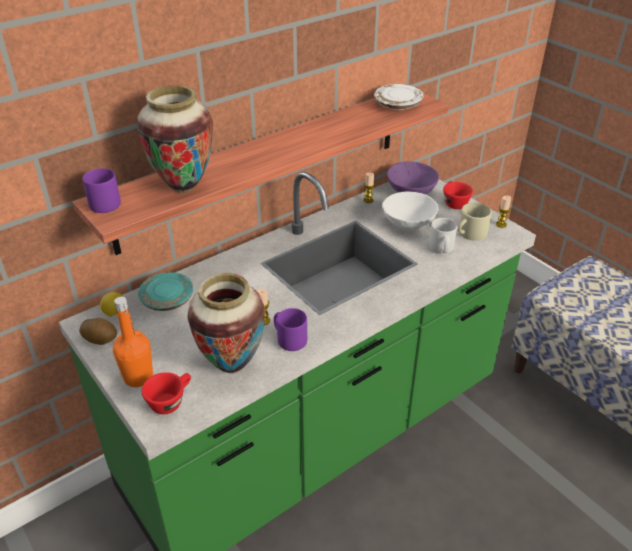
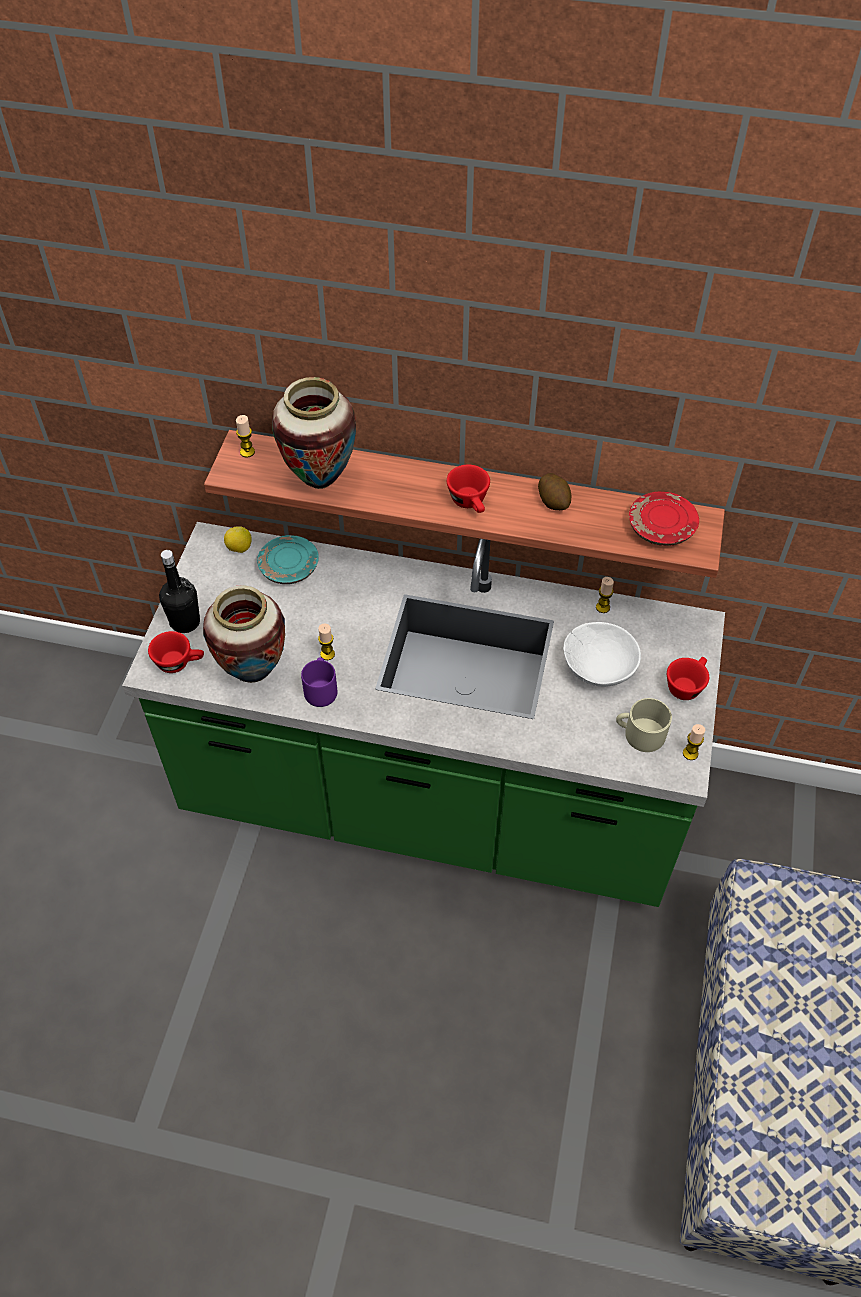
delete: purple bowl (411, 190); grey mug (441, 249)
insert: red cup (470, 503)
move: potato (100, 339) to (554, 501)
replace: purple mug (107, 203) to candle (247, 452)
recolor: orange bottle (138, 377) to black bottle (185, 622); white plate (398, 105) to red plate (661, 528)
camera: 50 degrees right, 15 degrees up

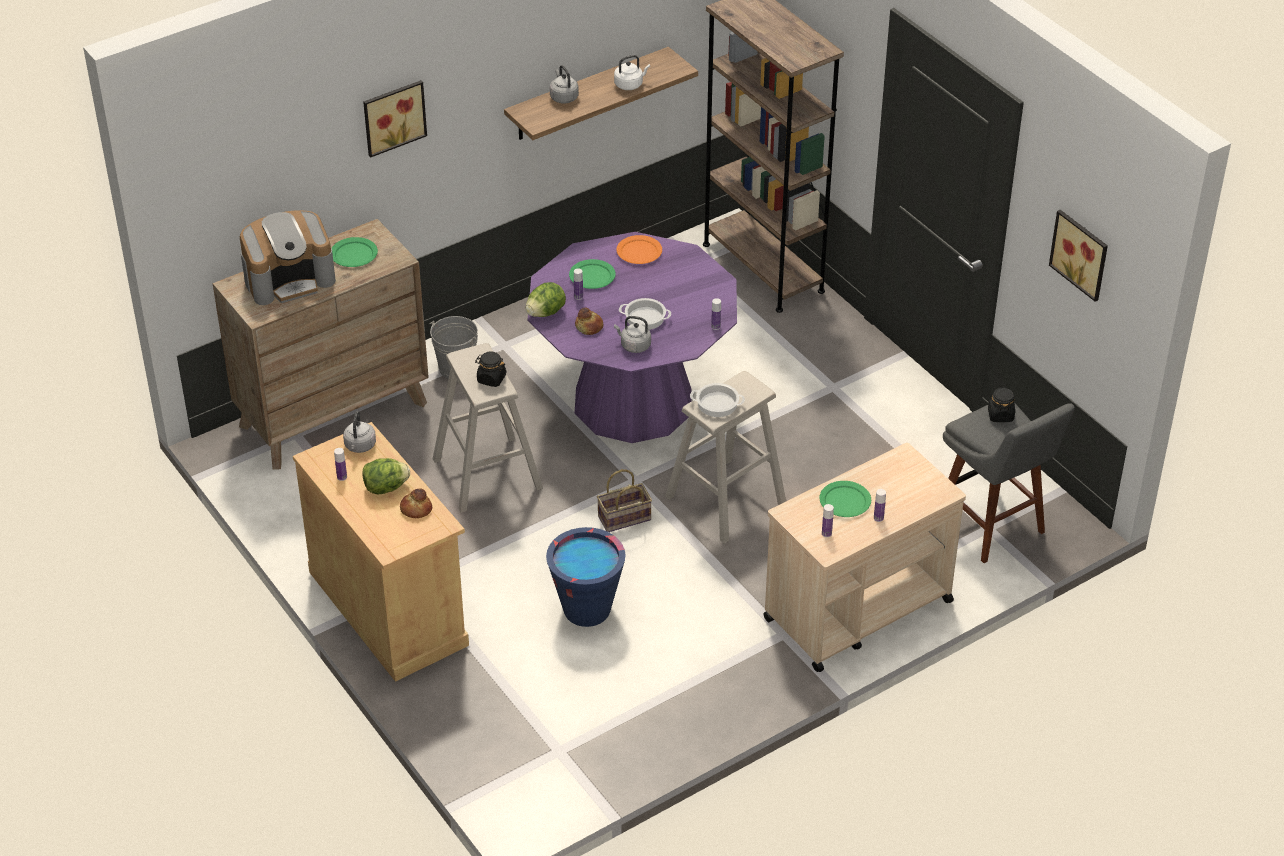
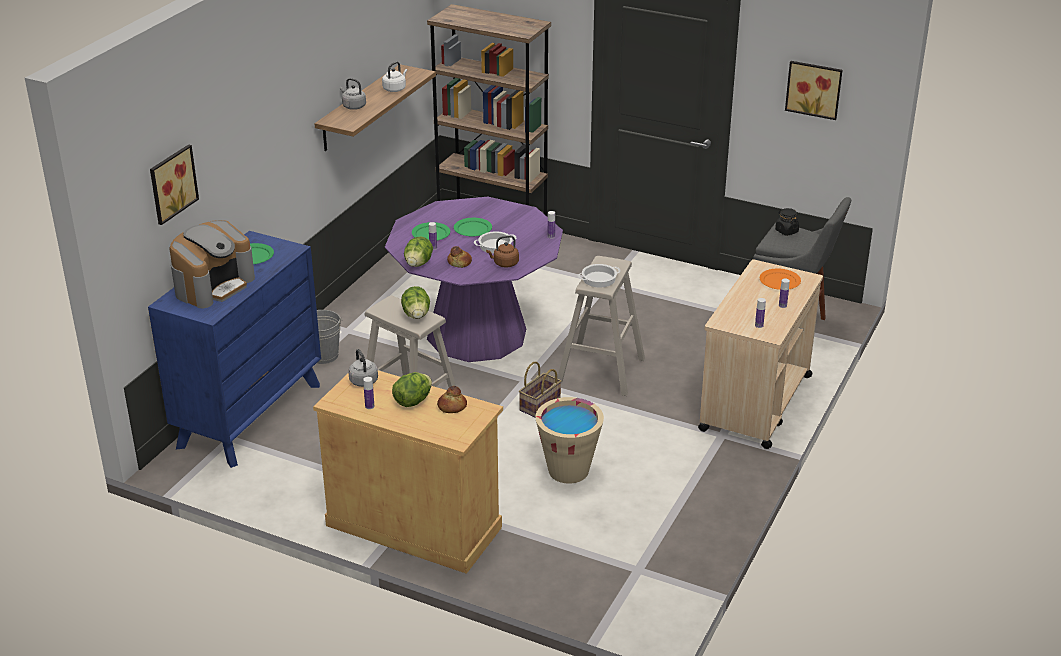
move: picture (393, 116) to (171, 183); orange plate (639, 252) to (779, 281); green plate (845, 501) to (473, 229)
replace: black jar (491, 379) to lettuce (416, 315)
recolor: brown dresser (333, 414) to blue dresser (249, 415); blue bucket (587, 609) to beige bucket (568, 470); grey kettle (634, 346) to brown kettle (504, 264)
camera: 30 degrees left, 10 degrees down

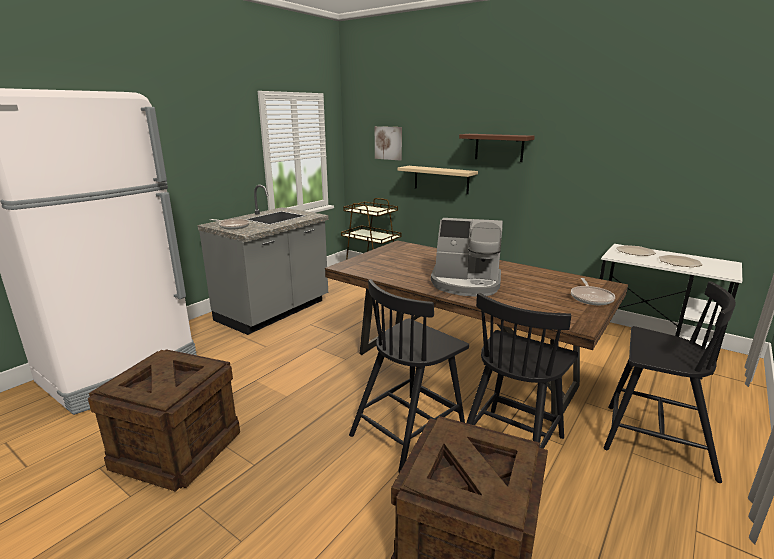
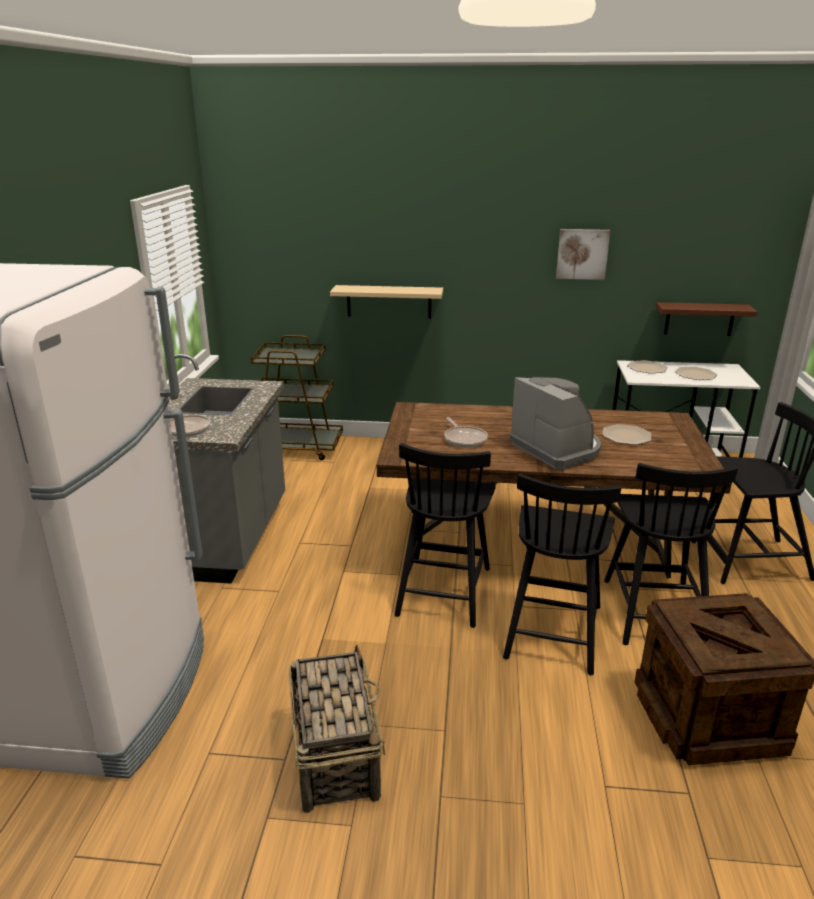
insert: black chair (443, 589); plate (626, 436)
move: picture (388, 143) to (582, 254); brown shelf (499, 147) to (699, 319); frying pan (591, 298) to (464, 439)
replace: crate (176, 449) to basket (335, 754)
rotate: coffee machine (466, 283) = (557, 448) 105 degrees counterclockwise
camera: 30 degrees left, 5 degrees up

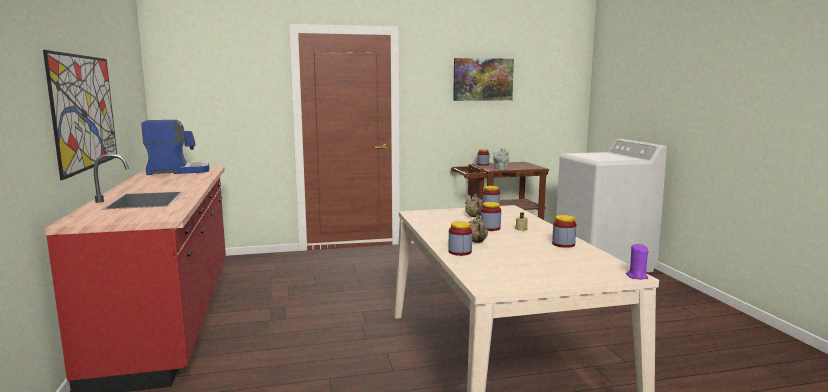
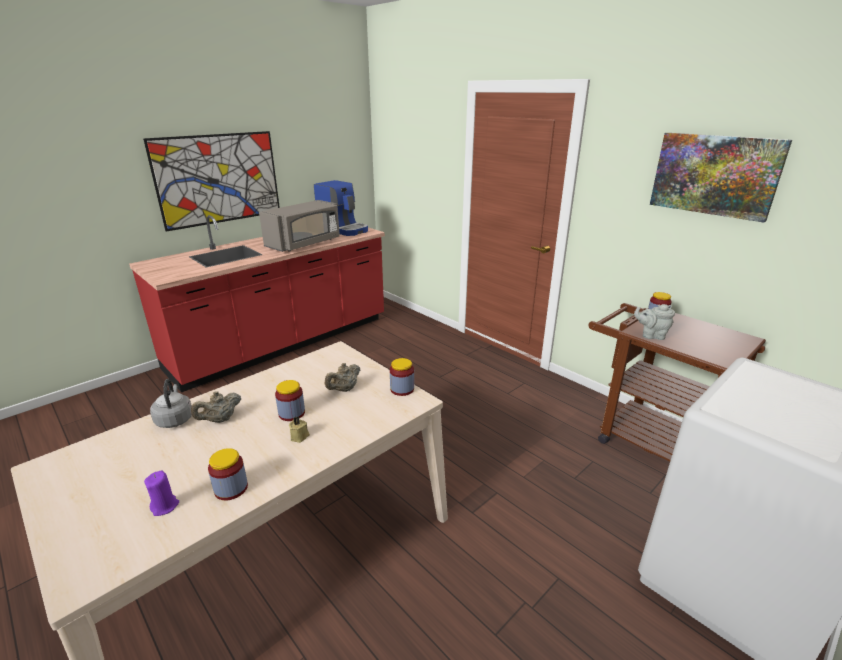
insert: grey microwave (305, 244)
move: purple candle (636, 276) to (165, 506)
replace: jar (460, 252) to grey kettle (175, 419)
camera: 60 degrees right, 15 degrees up

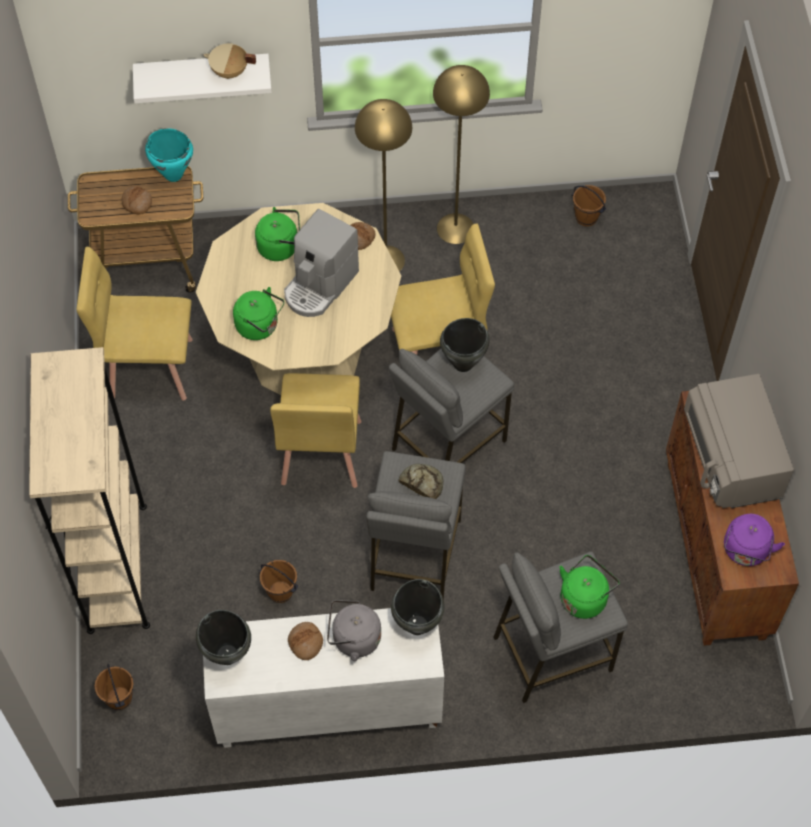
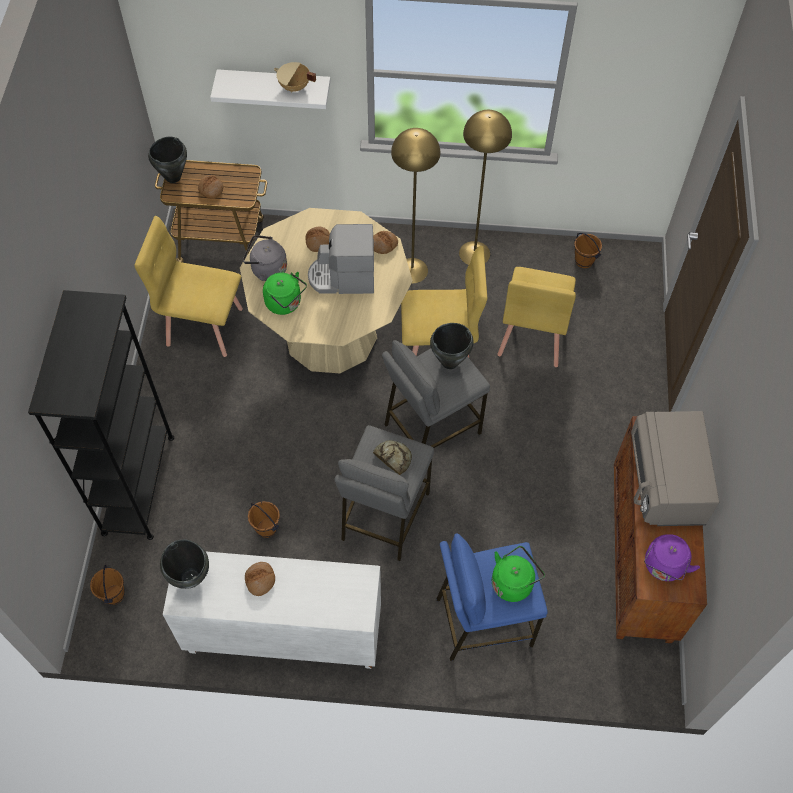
delete: turquoise cooking pot (173, 174)
move: yellow chair (320, 453) to (531, 336); grey kettle (353, 639) to (266, 269); black cooking pot (416, 625) to (172, 177)
replace: green kettle (281, 246) to bread (318, 241)
recolor: beige bookcase (117, 567) to black bookcase (138, 484); grey stool (551, 652) to blue stool (483, 621)
rotate: coffee machine (320, 286) = (343, 278) 45 degrees clockwise
camera: 10 degrees right, 0 degrees up

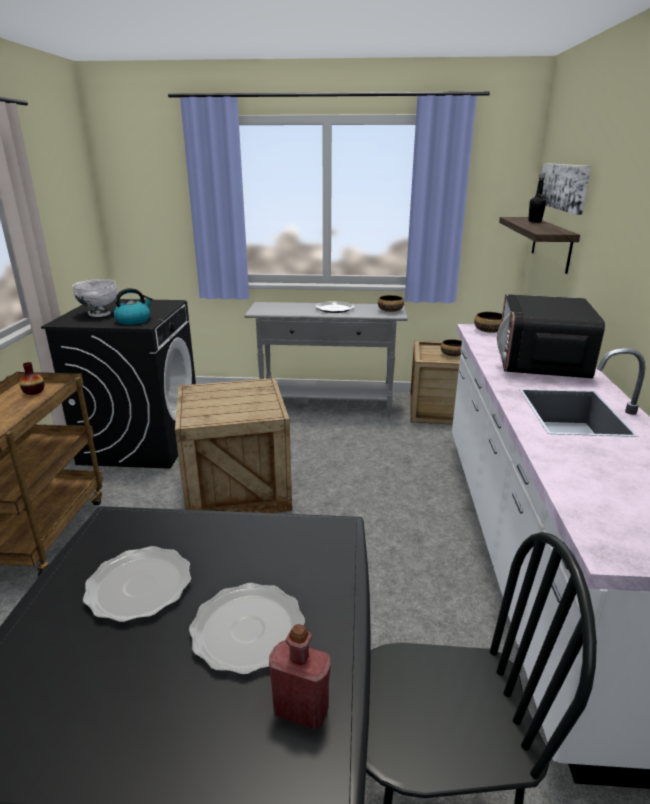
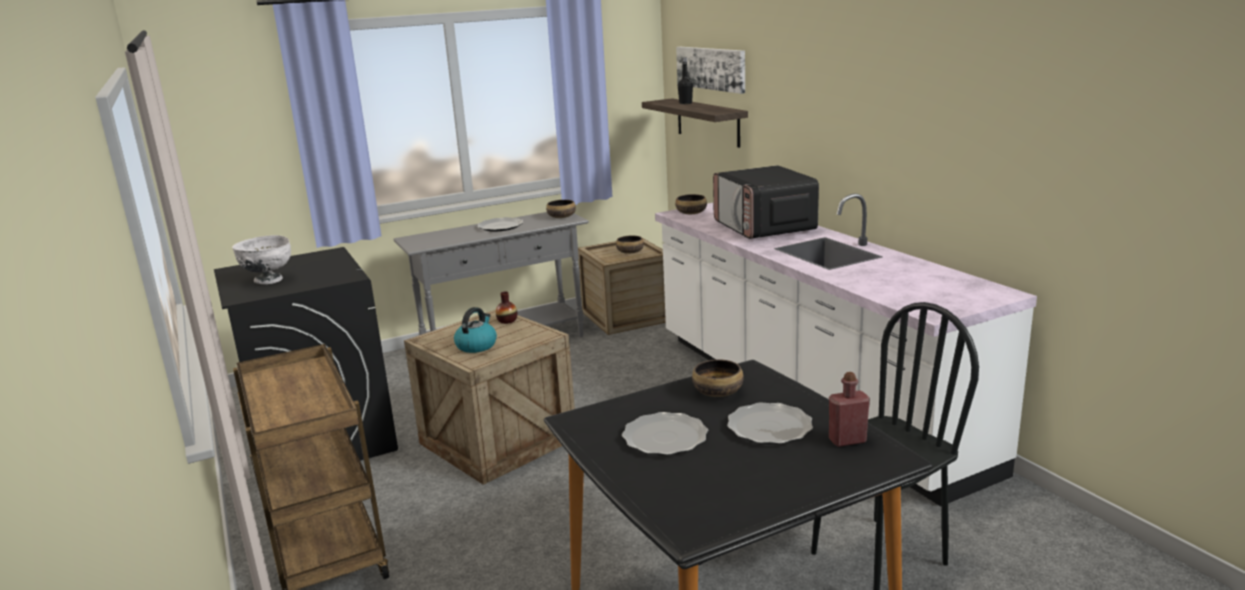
insert: bowl (718, 392)
move: vase (34, 391) to (507, 321); kettle (134, 320) to (476, 345)
camera: 30 degrees left, 5 degrees down

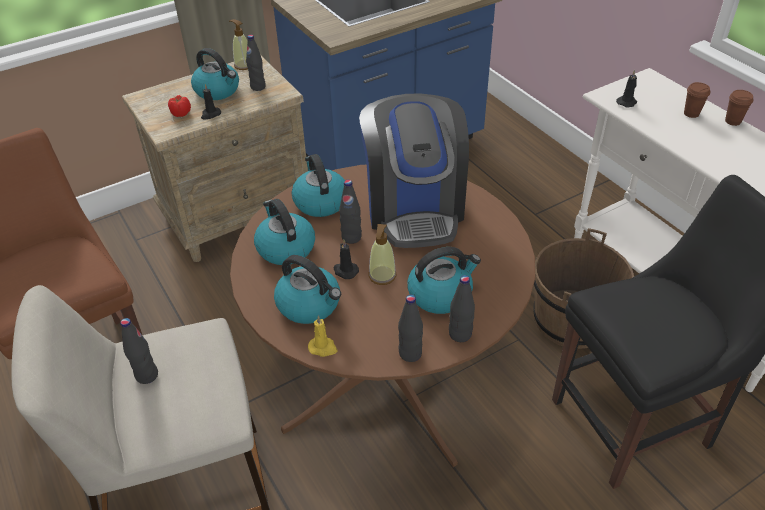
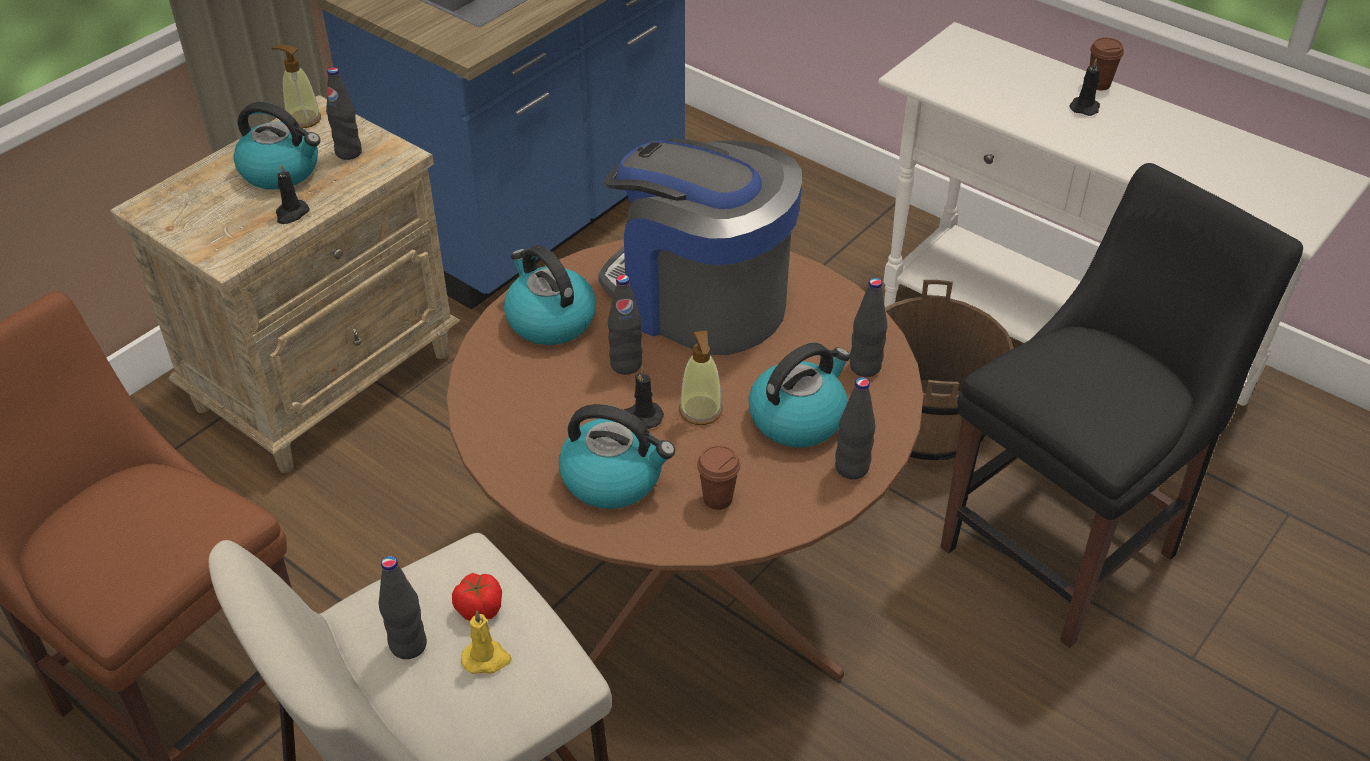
delete: kettle (285, 248)
move: tomato (180, 113) to (478, 609); yellow candle (323, 348) to (487, 659); black bottle (410, 353) to (865, 367); black candle (627, 102) to (1085, 107); brown cup (691, 113) to (718, 499)
rotate: coffee machine (414, 208) = (699, 300) 150 degrees clockwise
camera: 20 degrees left, 0 degrees up

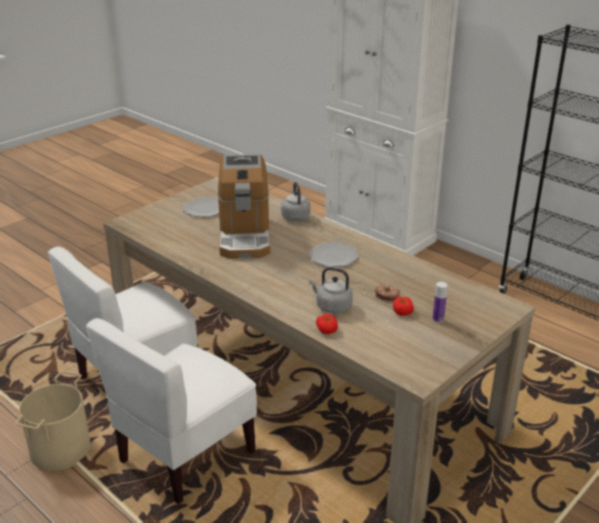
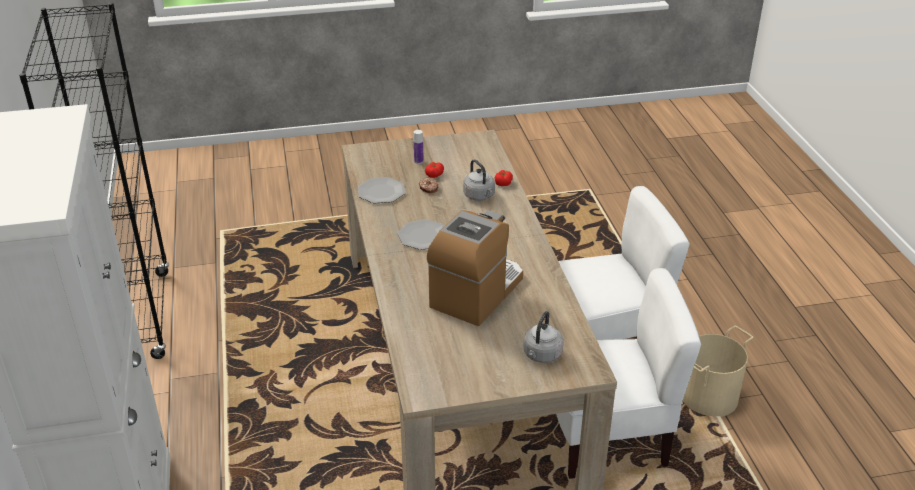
move: plate (205, 209) to (381, 192); grey kettle (295, 216) to (541, 355)
camera: 145 degrees left, 5 degrees up

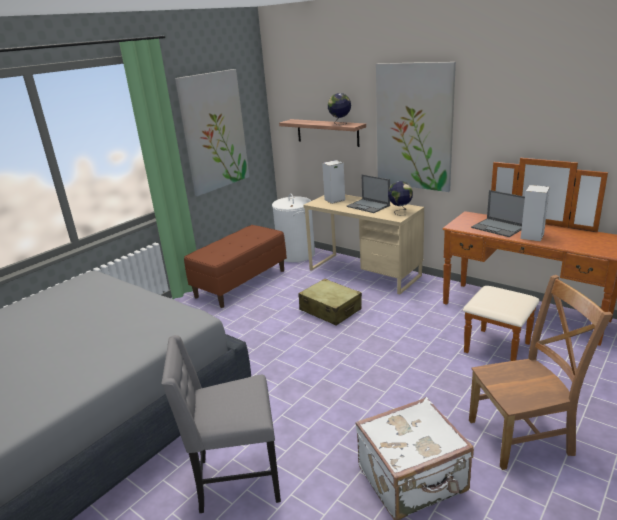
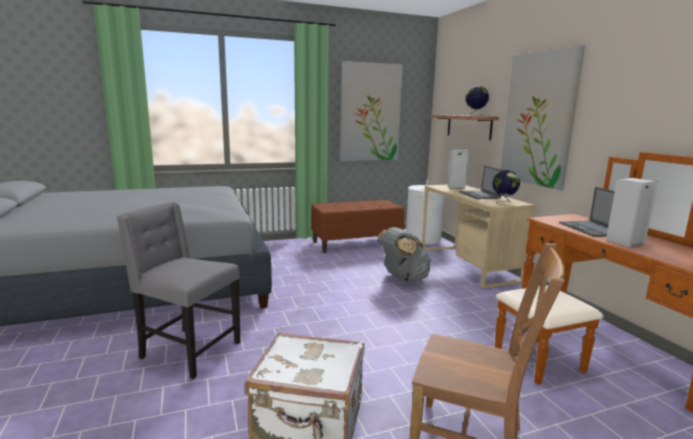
replace: beige suitcase (330, 310) to grey backpack (403, 279)
camera: 30 degrees right, 10 degrees down

